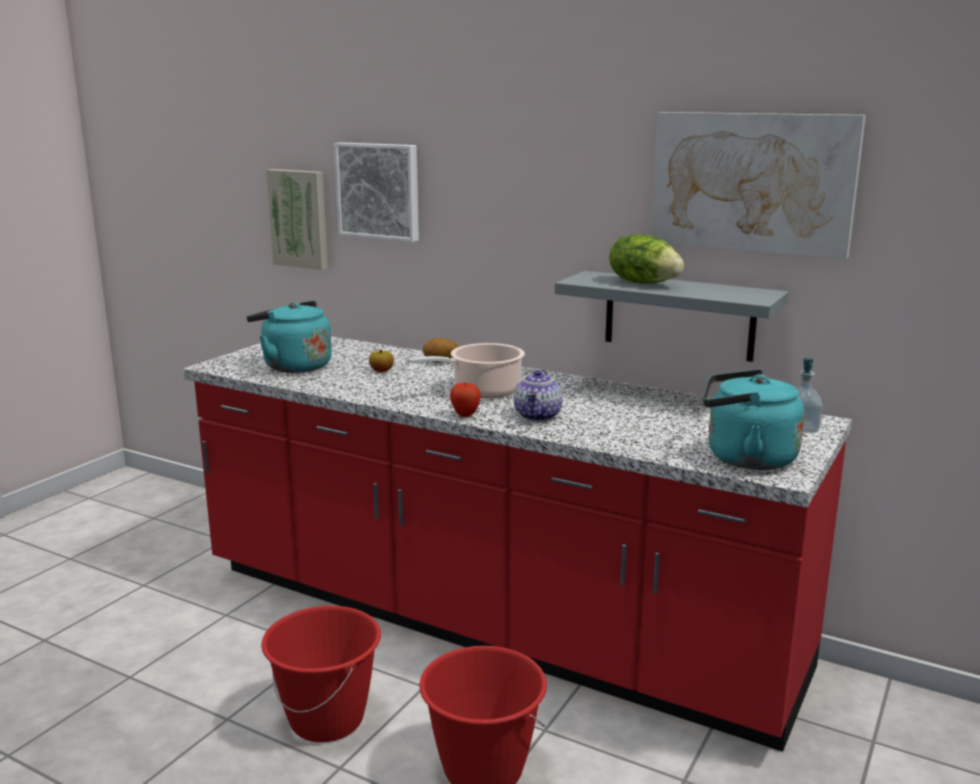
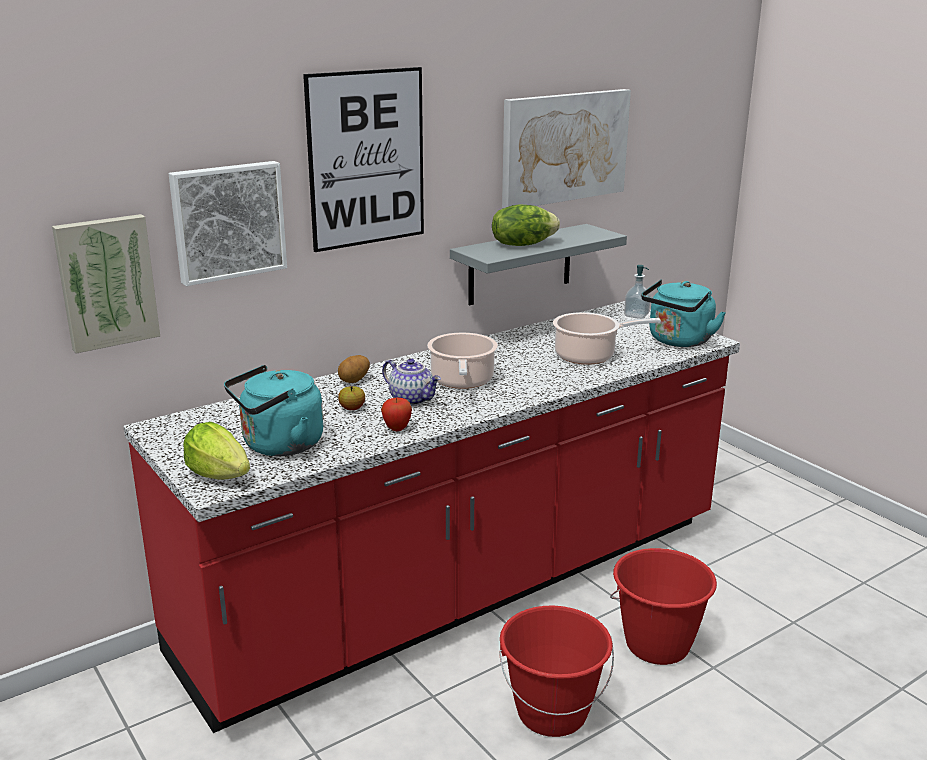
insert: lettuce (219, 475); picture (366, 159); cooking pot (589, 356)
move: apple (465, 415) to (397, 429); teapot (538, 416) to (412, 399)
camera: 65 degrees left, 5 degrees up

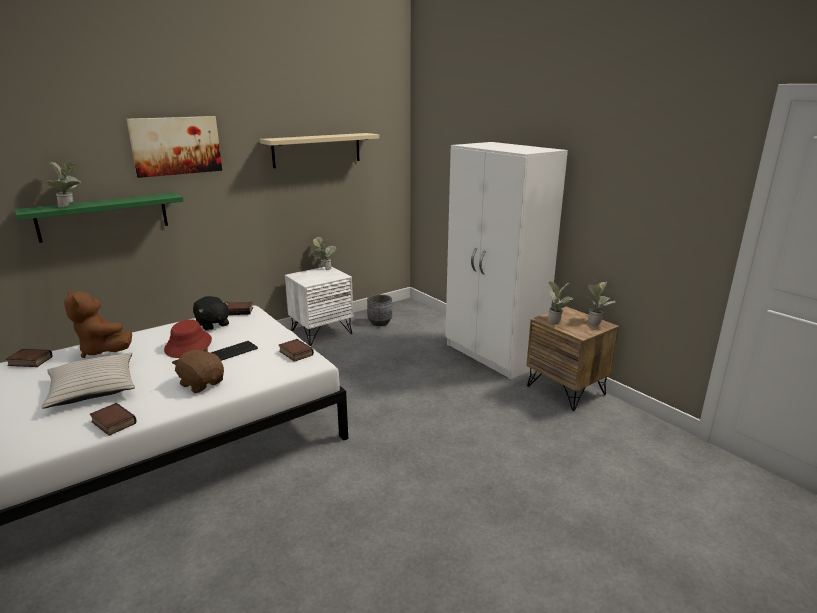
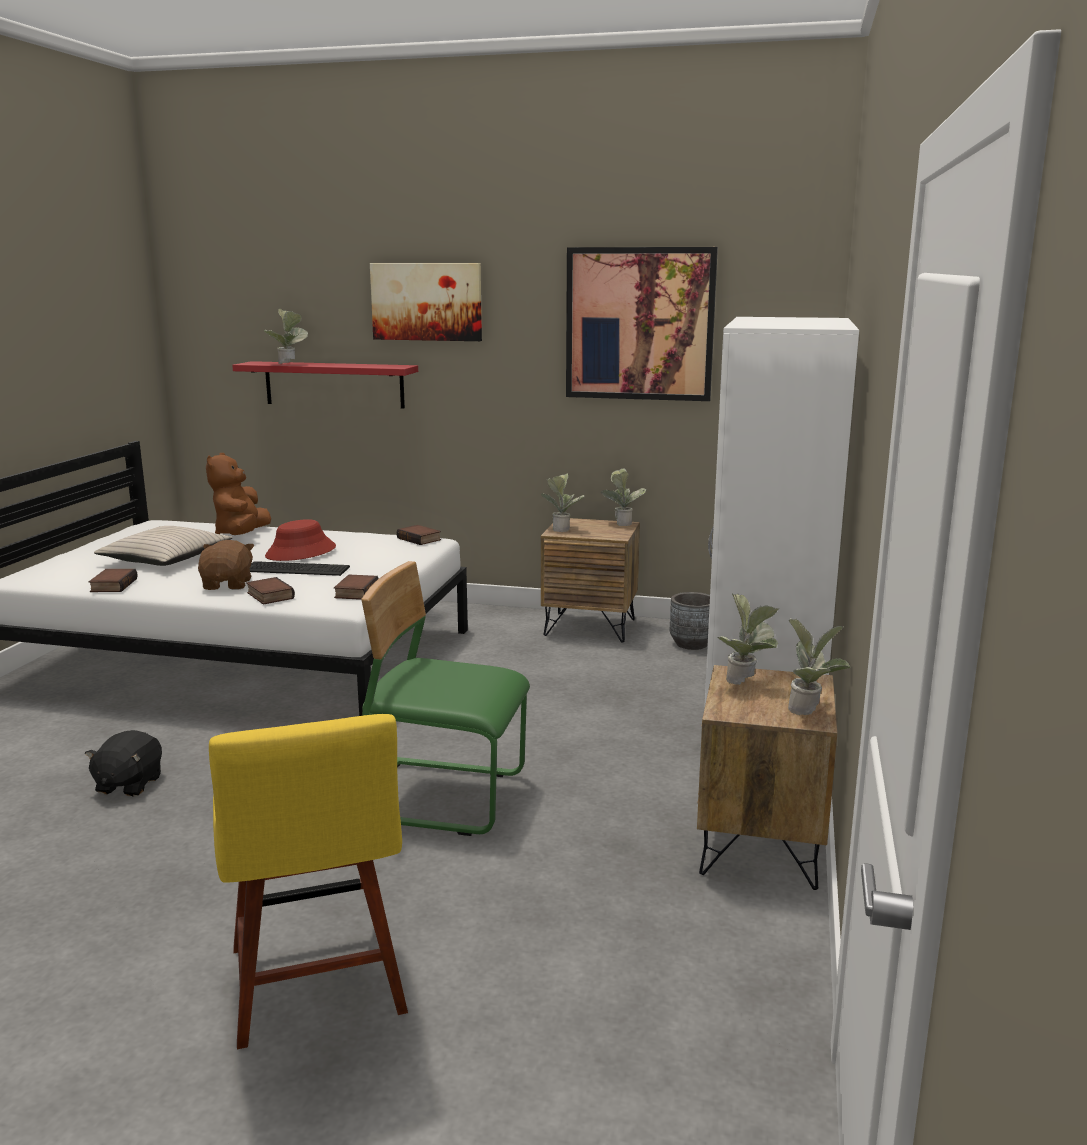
insert: yellow chair (317, 986); green chair (441, 797); potted plant (561, 529)
move: book (29, 361) to (268, 596); black plush toy (212, 324) to (128, 784)
replace: beige shelf (317, 150) to picture (639, 324)
recolor: green shelf (103, 217) to red shelf (334, 384); white nightstand (321, 332) to brown nightstand (590, 627)
camera: 50 degrees right, 5 degrees down

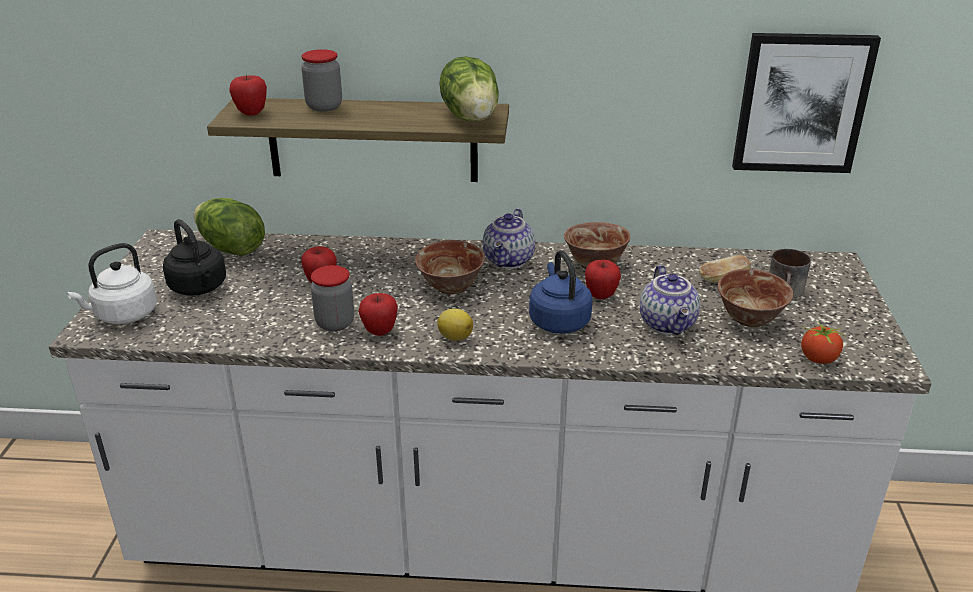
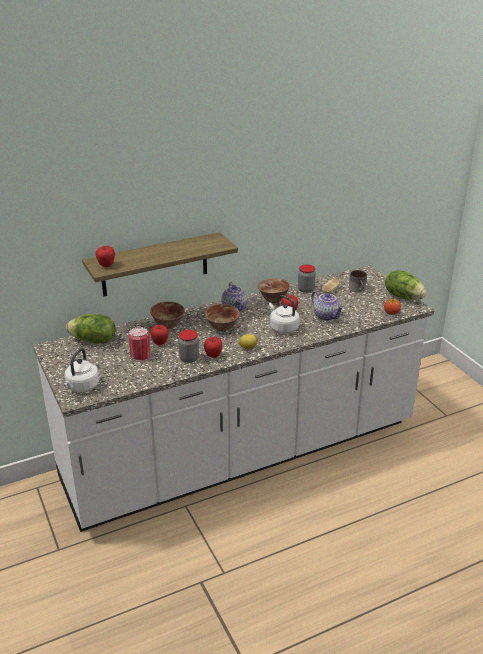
delete: black kettle (199, 288); picture (801, 103)
insert: can (140, 356)
move: jar (324, 106) to (306, 289); lettuce (472, 117) to (403, 296); bowl (750, 319) to (168, 325)
recolor: blue kettle (558, 320) to white kettle (283, 328)
camera: 30 degrees left, 0 degrees up

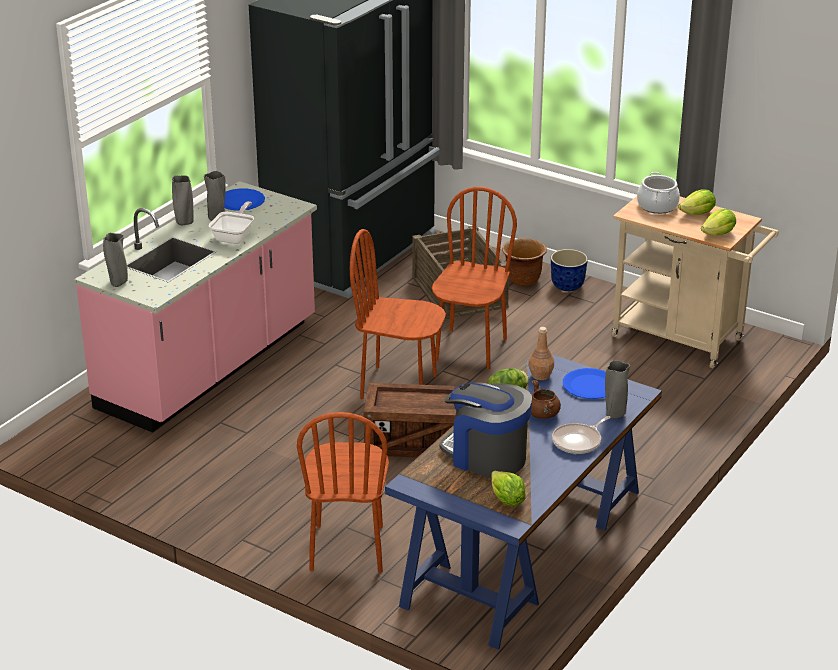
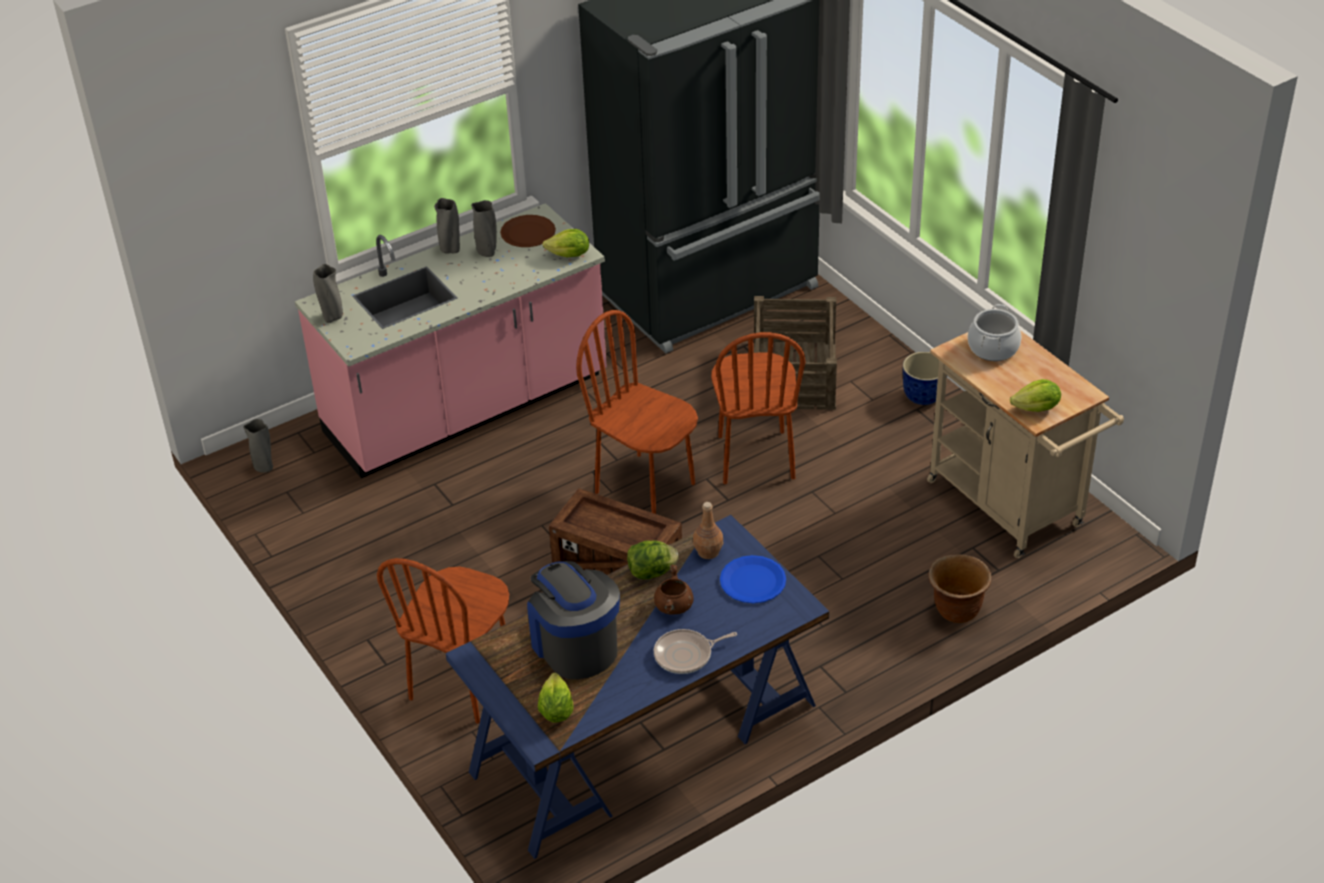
delete: frying pan (235, 236)
move: brown planter (523, 280) to (956, 611); grey vase (614, 414) to (264, 467); lettuce (697, 214) to (569, 255)
recolor: blue plate (241, 201) to brown plate (528, 233)
rotate: brown chair (470, 349) = (755, 457) 135 degrees clockwise
camera: 25 degrees right, 10 degrees up

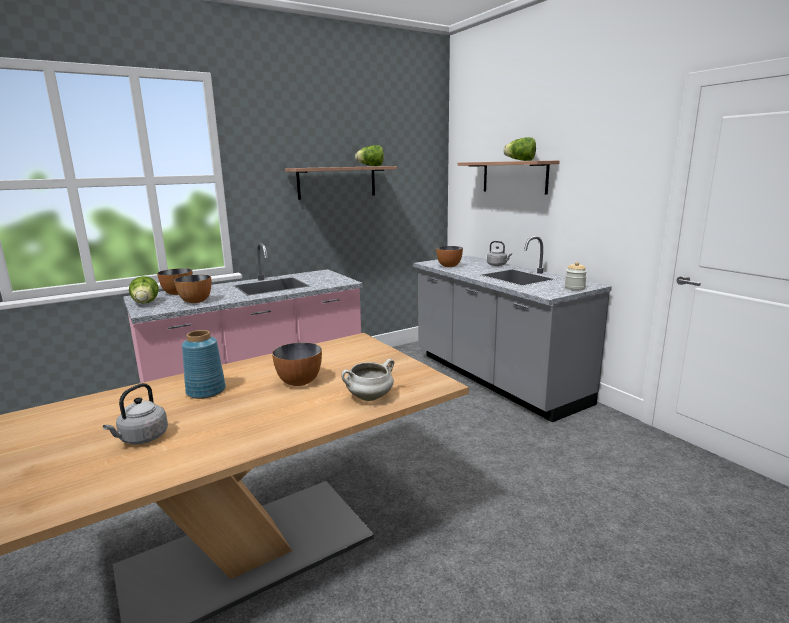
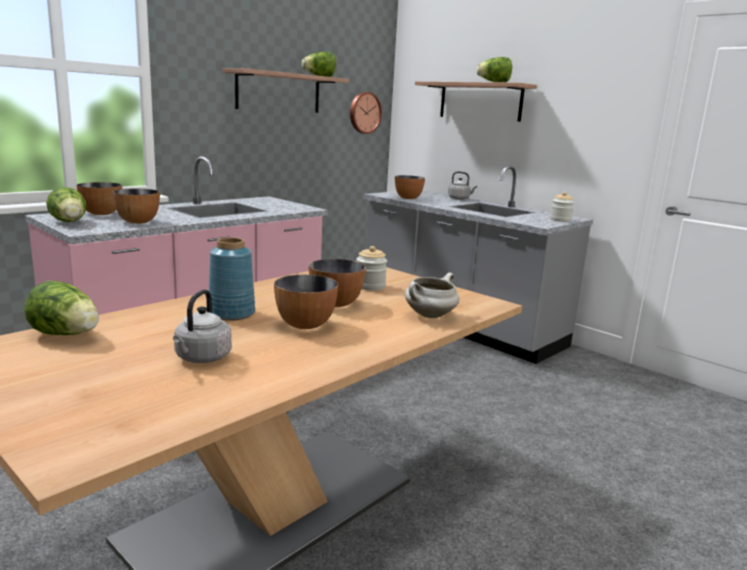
insert: lettuce (67, 335); bowl (305, 325); wall clock (364, 113); jar (370, 286)
camera: 15 degrees left, 0 degrees up

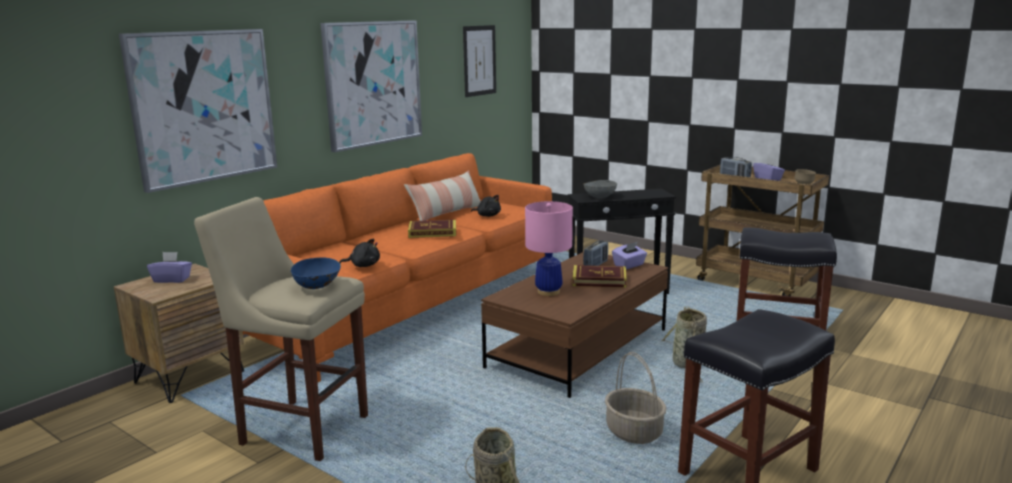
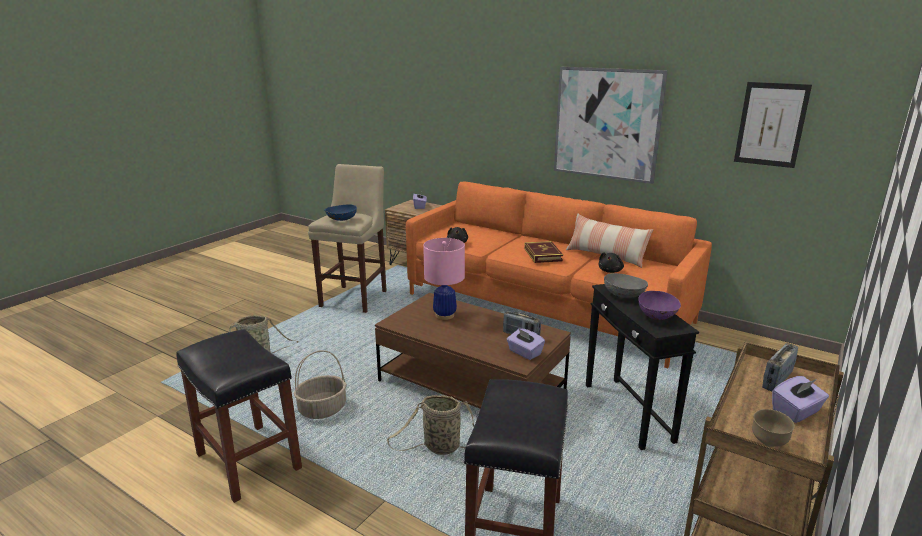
delete: picture (203, 106); book (599, 280)
insert: purple bowl (657, 316)
camera: 85 degrees right, 5 degrees up

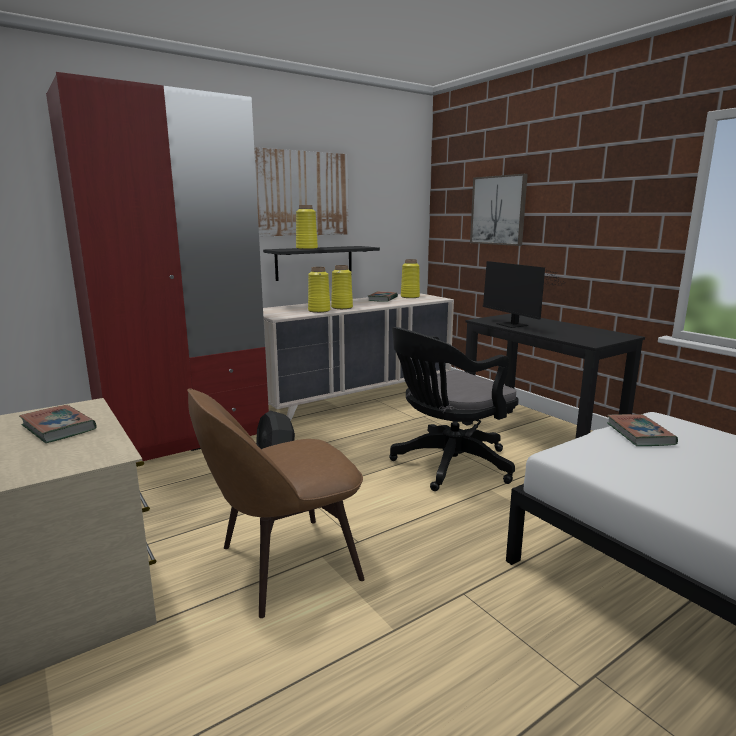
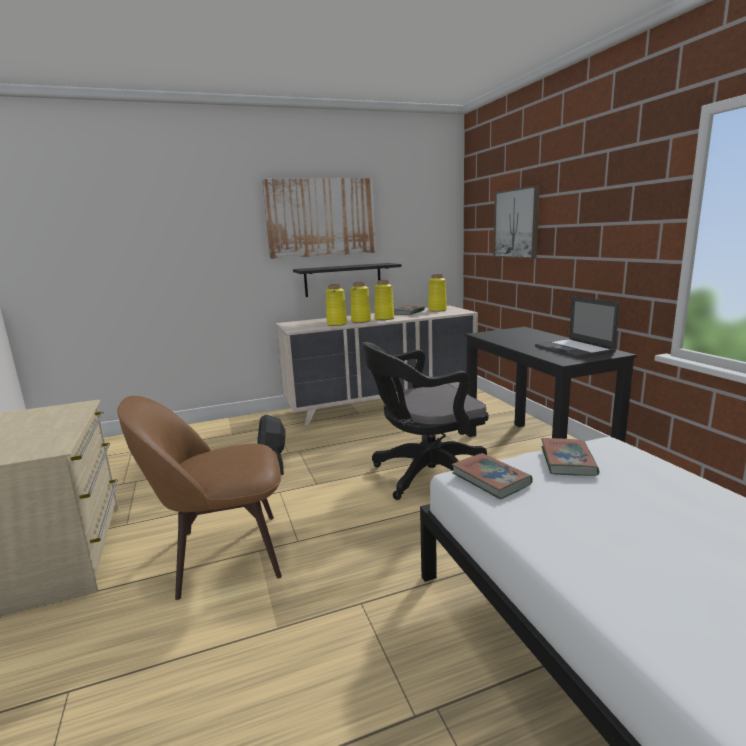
delete: red wardrobe (185, 436); monitor (514, 325)
insert: laptop (574, 349)
move: book (58, 428) to (490, 479); yellow vase (306, 248) to (384, 318)
camera: 15 degrees right, 0 degrees up

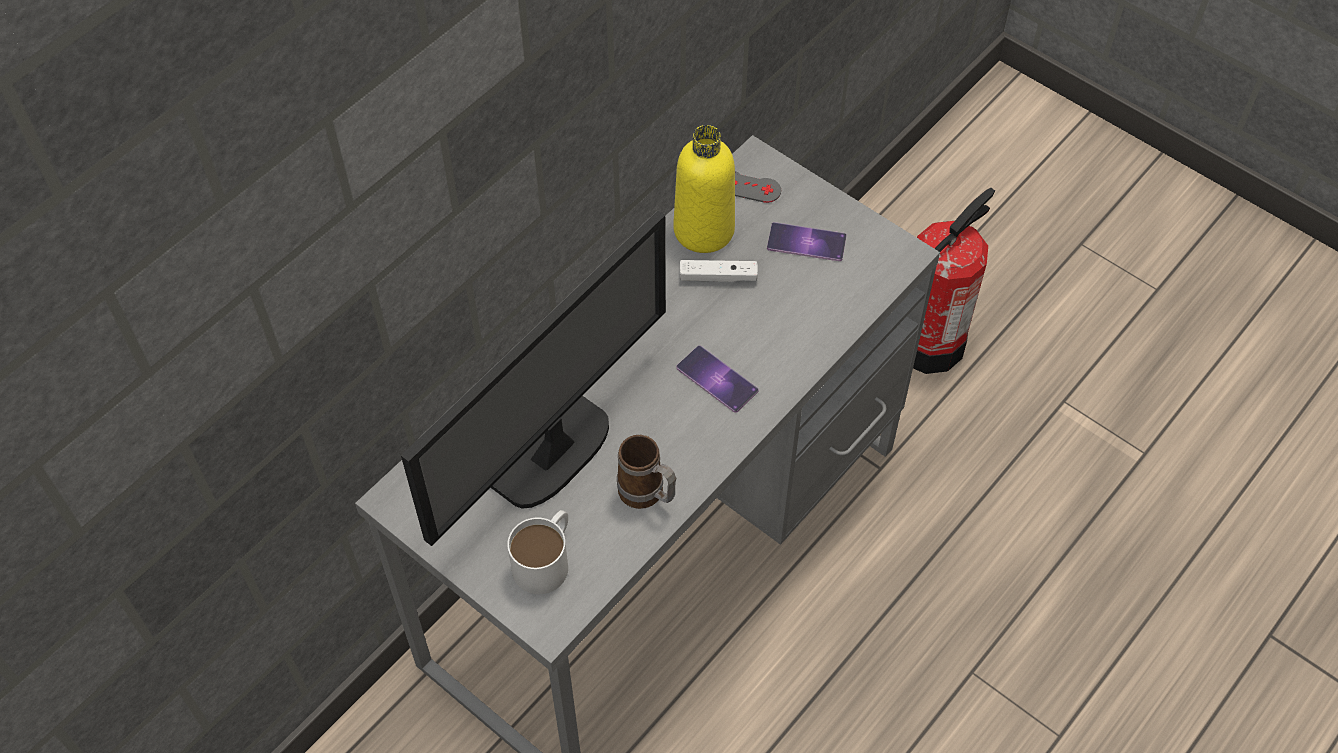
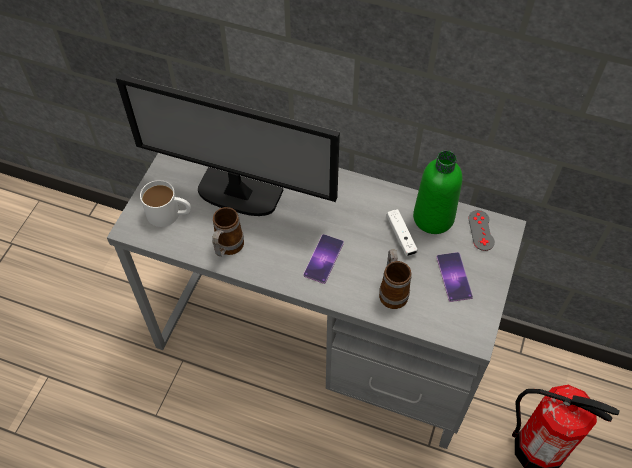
insert: mug (392, 290)
recolor: yellow bottle (704, 230) to green bottle (433, 217)
camera: 70 degrees right, 0 degrees up

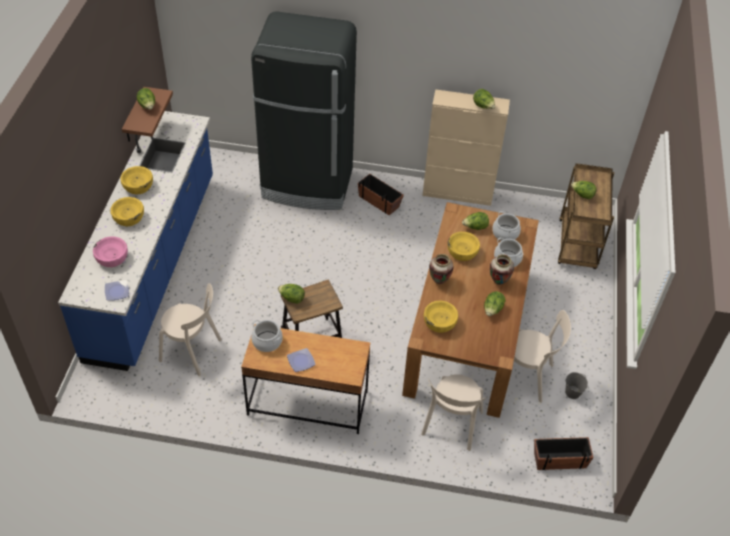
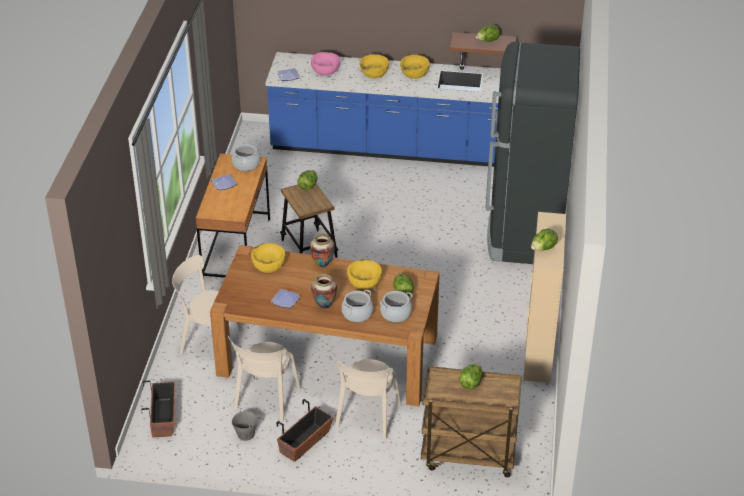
move: beige chair (193, 351) to (367, 418); planter (379, 201) to (305, 442)
replace: lettuce (492, 310) to plate (285, 300)
camera: 90 degrees right, 10 degrees down

